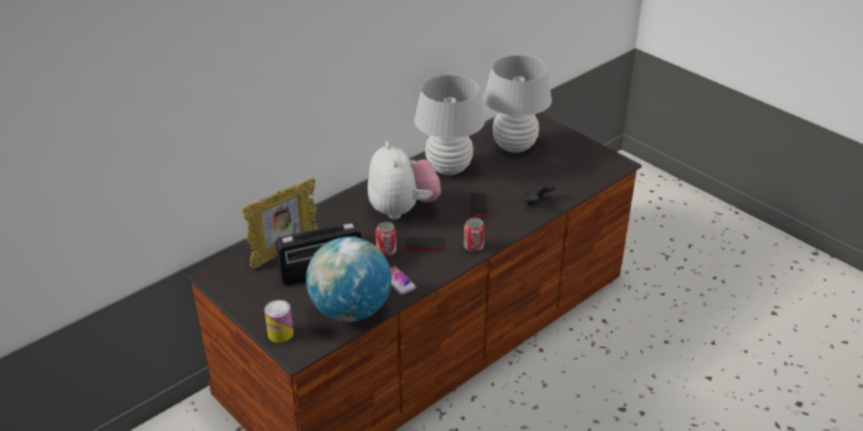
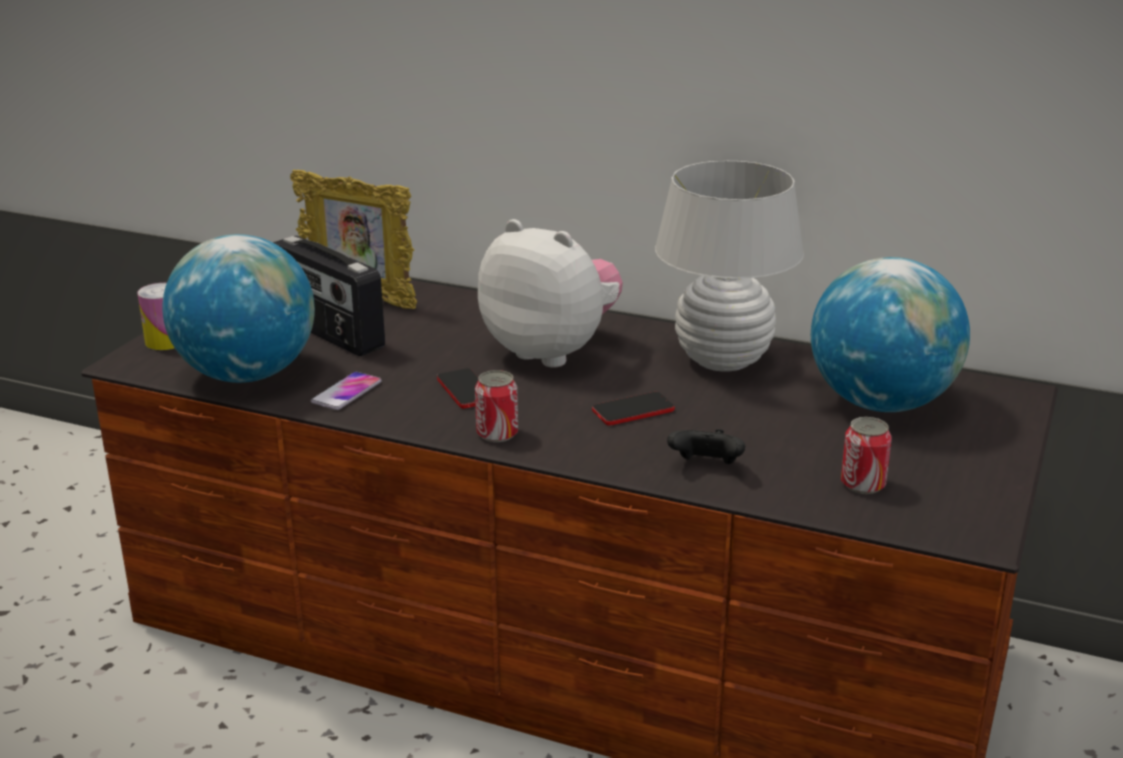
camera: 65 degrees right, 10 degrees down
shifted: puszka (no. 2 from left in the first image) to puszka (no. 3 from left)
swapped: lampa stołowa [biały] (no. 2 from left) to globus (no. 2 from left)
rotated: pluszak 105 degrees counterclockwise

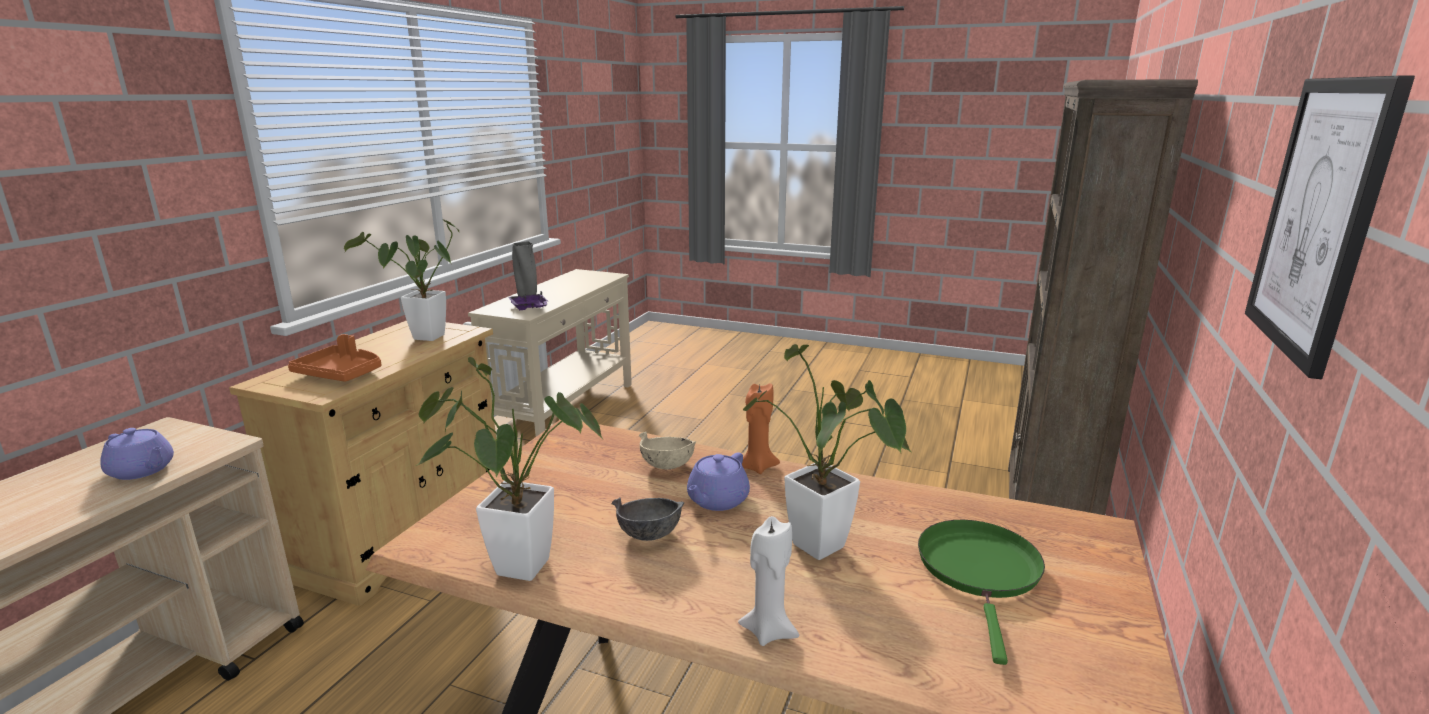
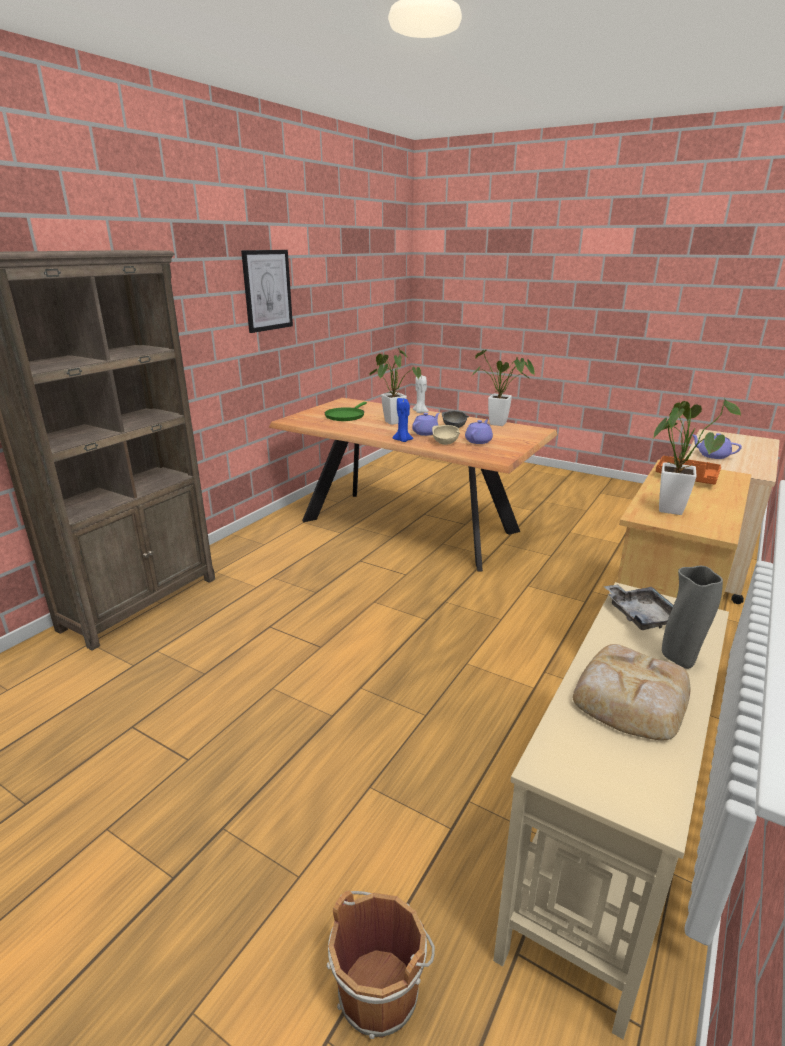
camera: 170 degrees left, 5 degrees up
new: imbryk [fioletowy] (no. 2 from left); chleb; wiadro [brązowy]
repainted: taca [fioletowy] to taca [szary]; świeca [pomarańczowy] to świeca [niebieski]

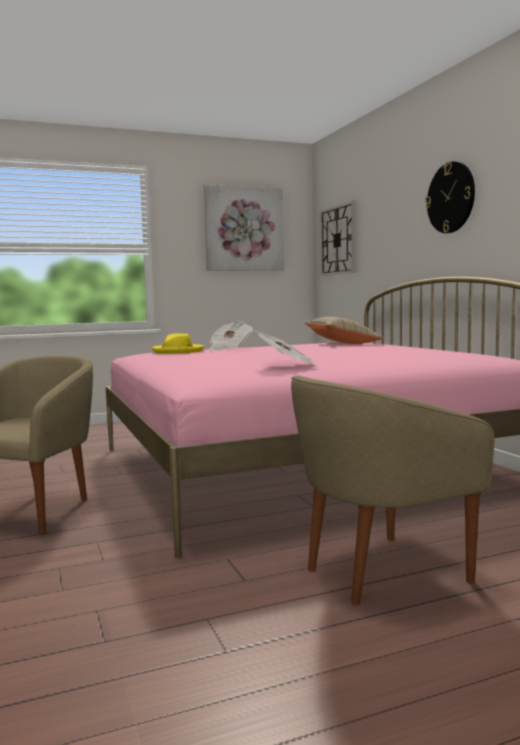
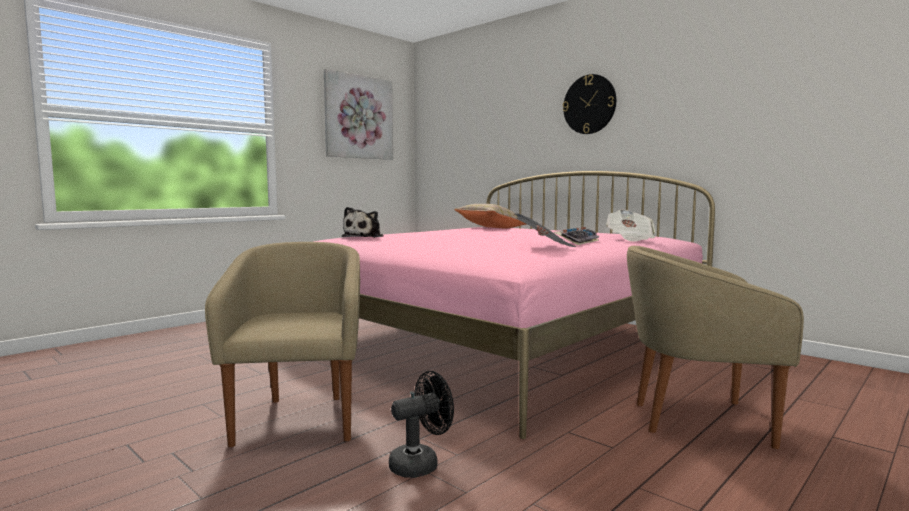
camera: 25 degrees left, 0 degrees up
gone: zegar ścienny (no. 1 from left)
new: klawiatura; wentylator [czarny]
shifted: gazeta (no. 1 from left in the first image) to gazeta (no. 2 from left)
swapped: kapelusz [żółty] to pluszak
rotated: fotel [beżowy] (no. 2 from left) 60 degrees clockwise

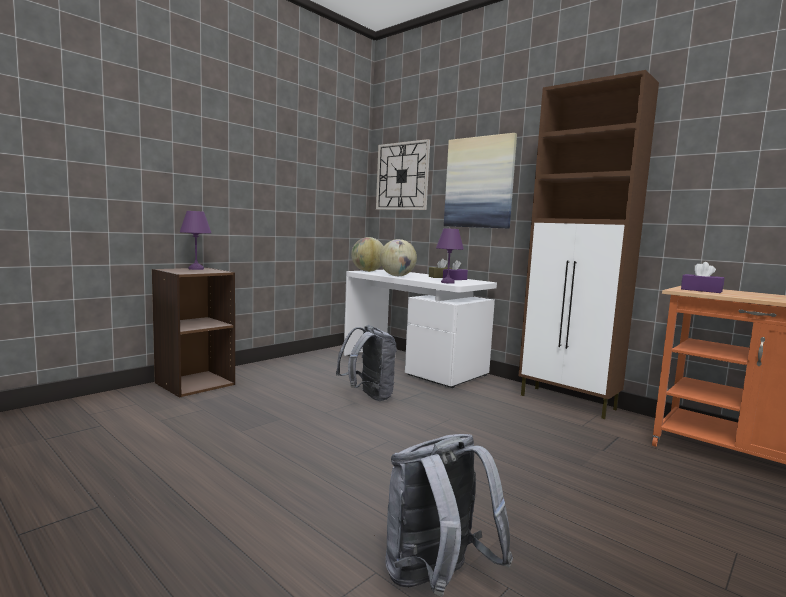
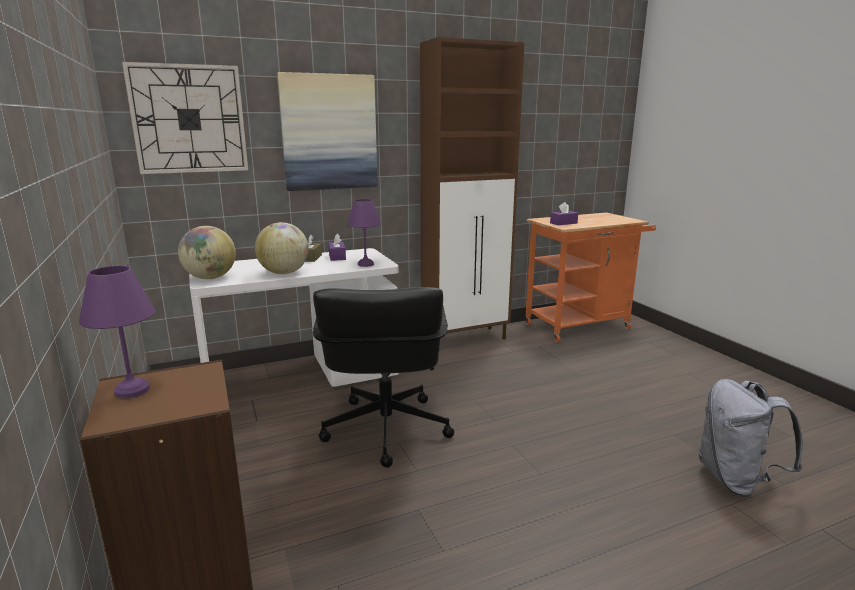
camera: 65 degrees left, 10 degrees up
swapped: plecak [szary] (no. 1 from left) to krzesło biurowe [czarny]

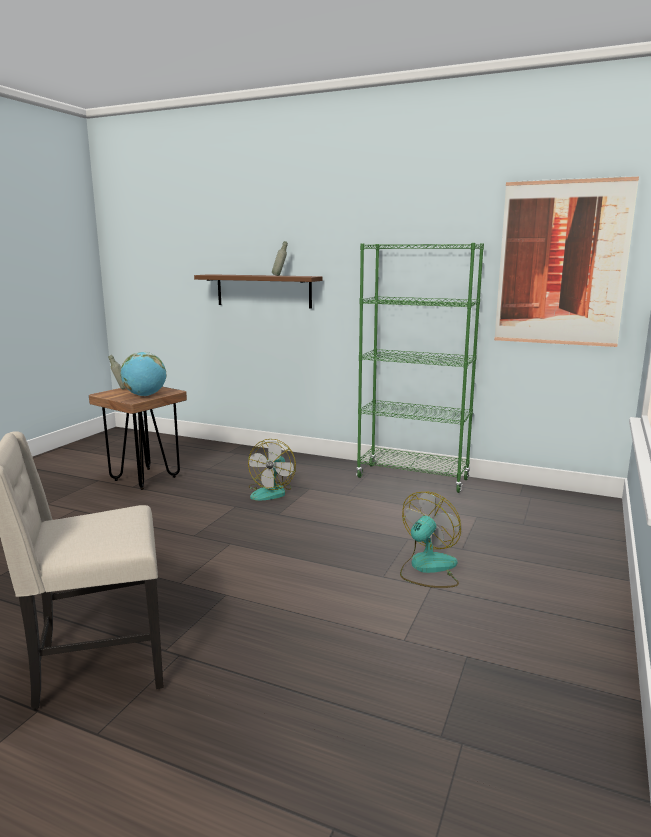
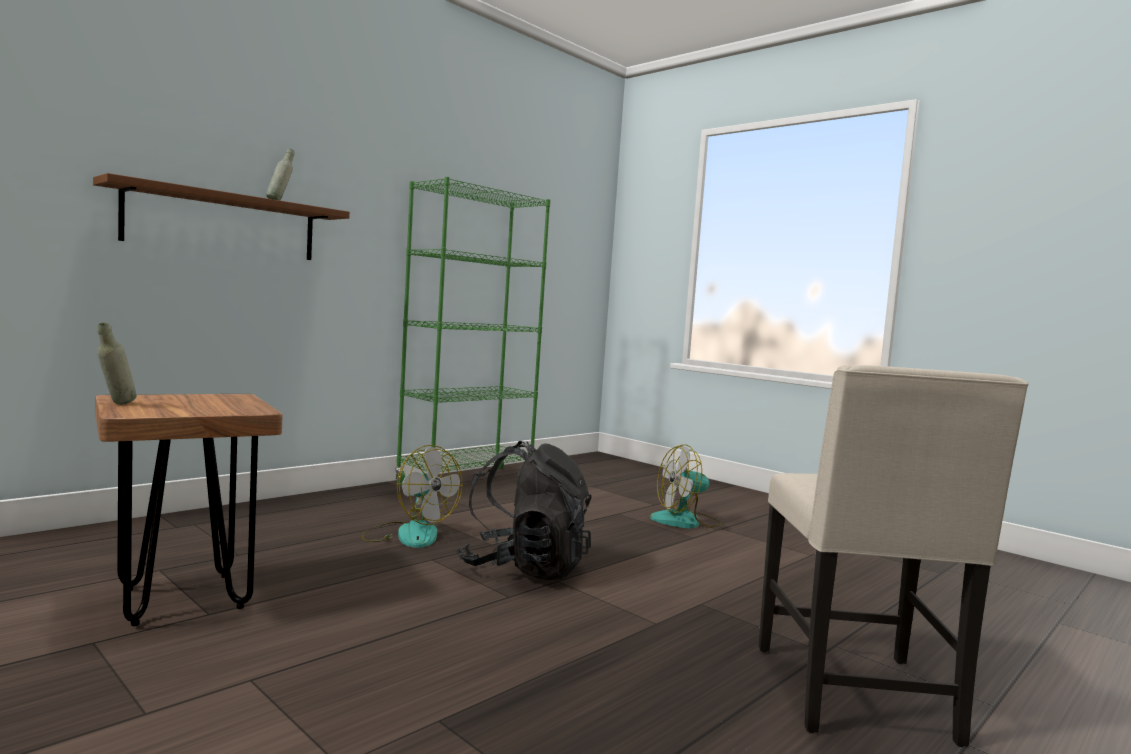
camera: 70 degrees left, 10 degrees down
gone: obraz; globus
new: plecak [czarny]
rotated: wentylator (no. 2 from left) 75 degrees counterclockwise

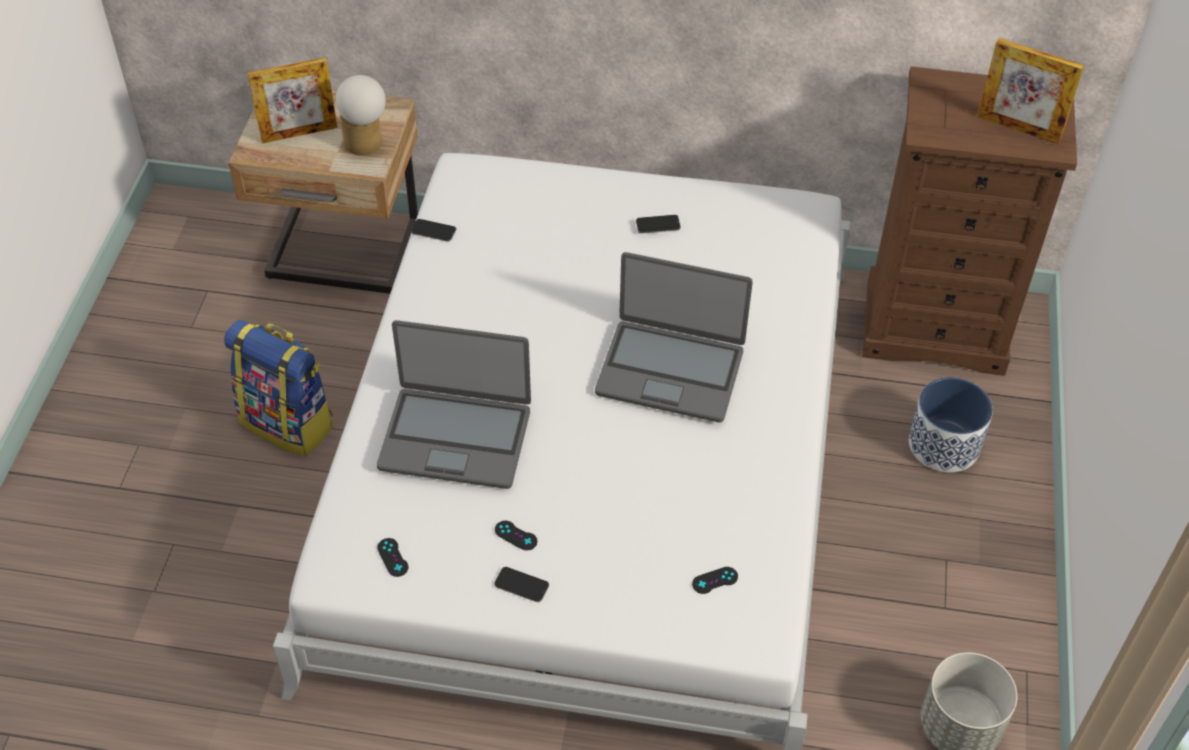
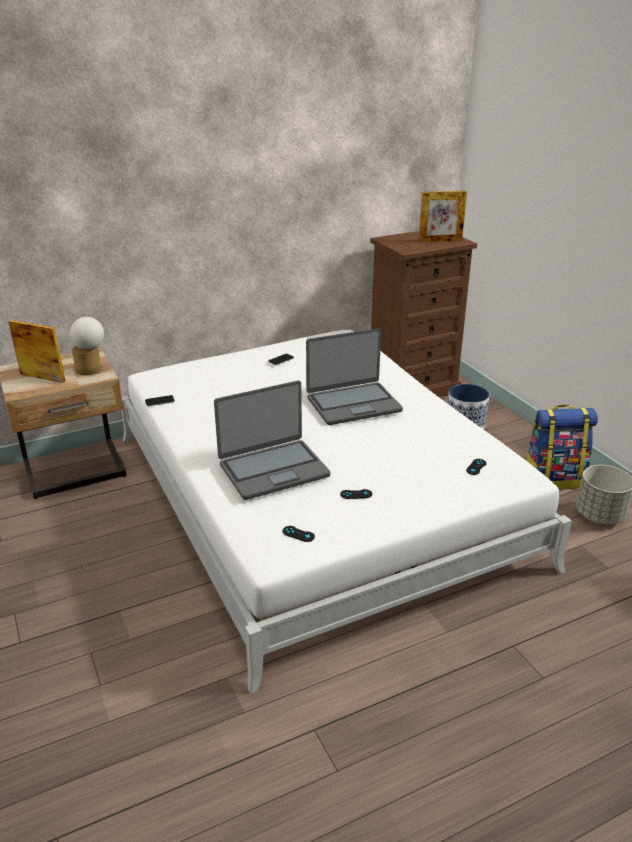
camera: 35 degrees left, 20 degrees down
gone: telefon (no. 2 from left)
shifted: plecak
rotated: ramka na zdjęcie (no. 1 from left) 105 degrees counterclockwise

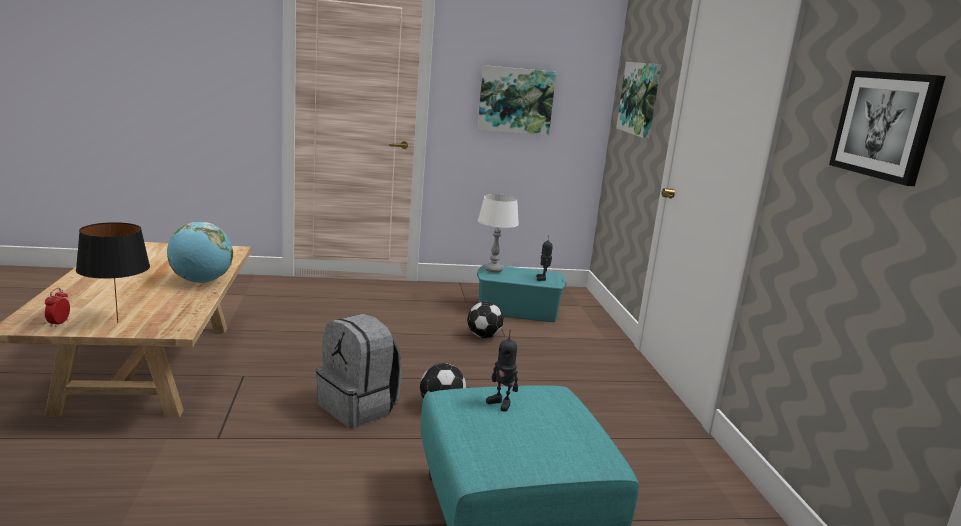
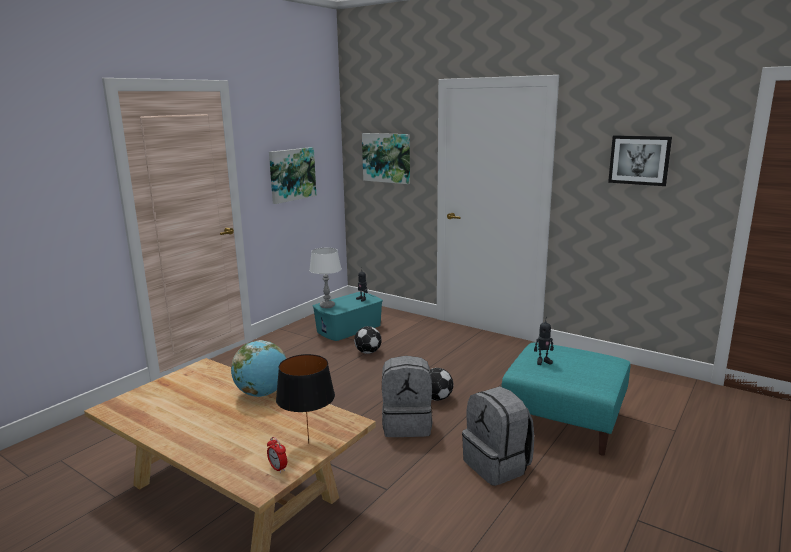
camera: 45 degrees left, 0 degrees up
new: plecak [szary] (no. 2 from left)

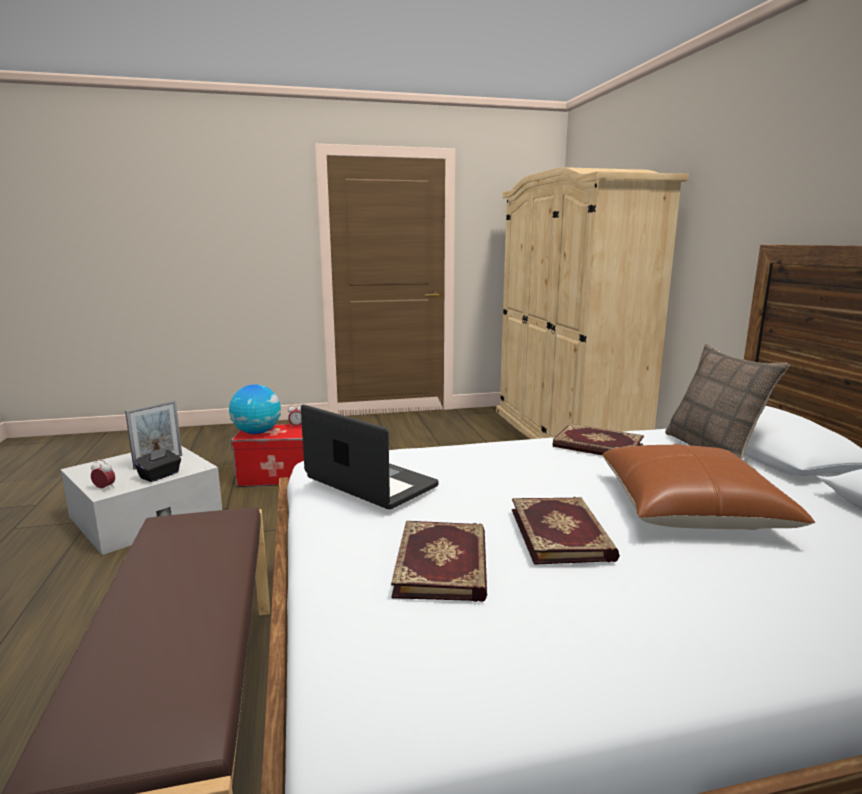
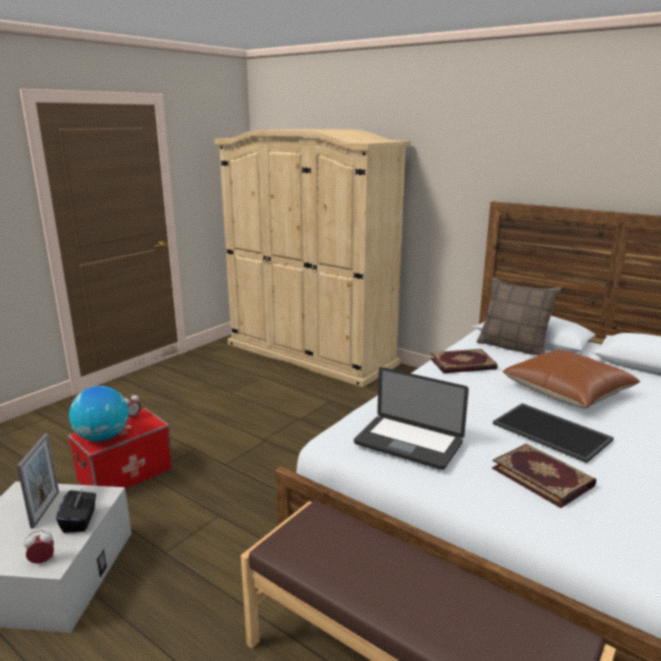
camera: 40 degrees left, 5 degrees up
swapped: książka (no. 2 from left) to taca
rotated: laptop 150 degrees counterclockwise

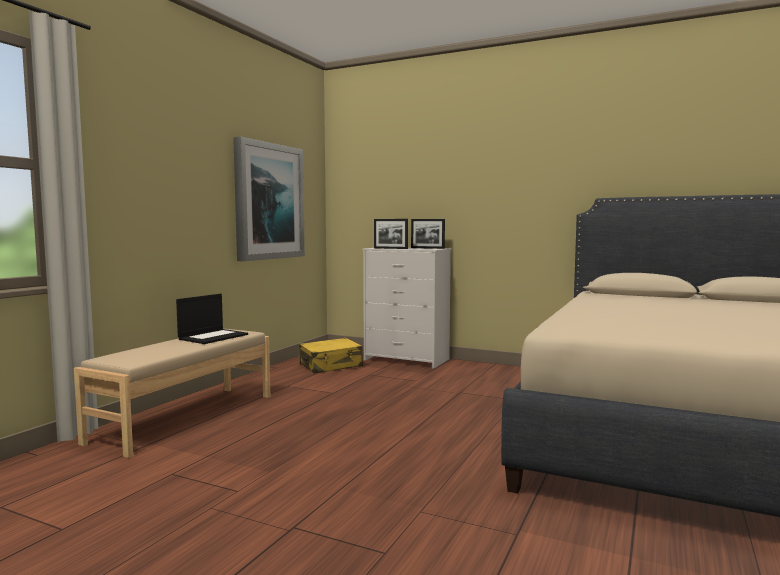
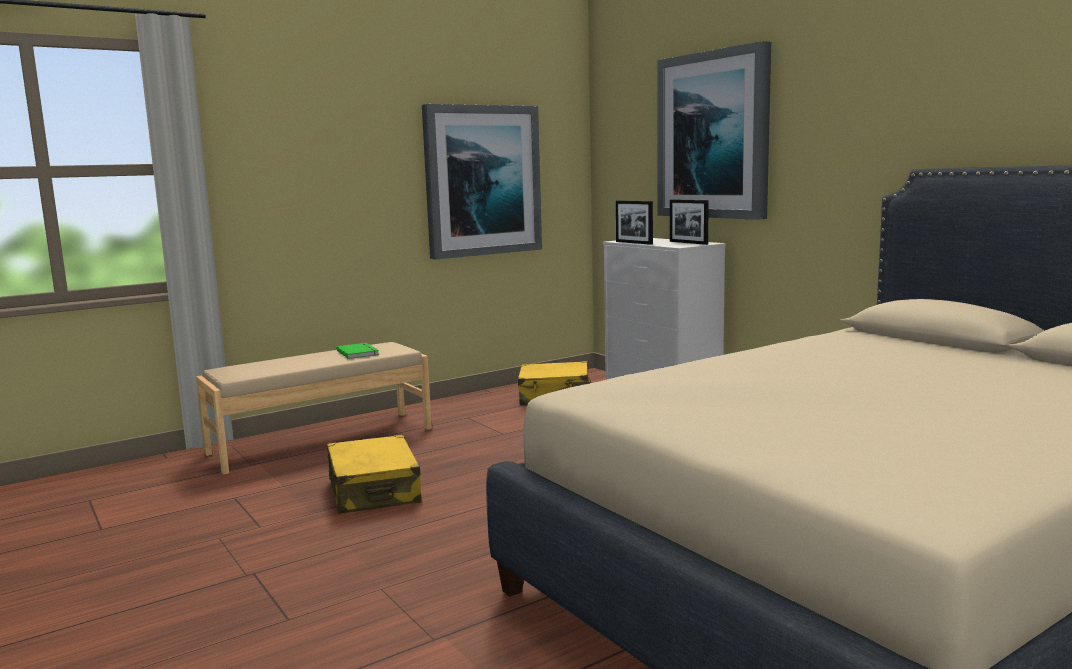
camera: 30 degrees right, 5 degrees up
new: obraz (no. 2 from left); walizka [żółty] (no. 1 from left)
swapped: laptop to książka [zielony]

